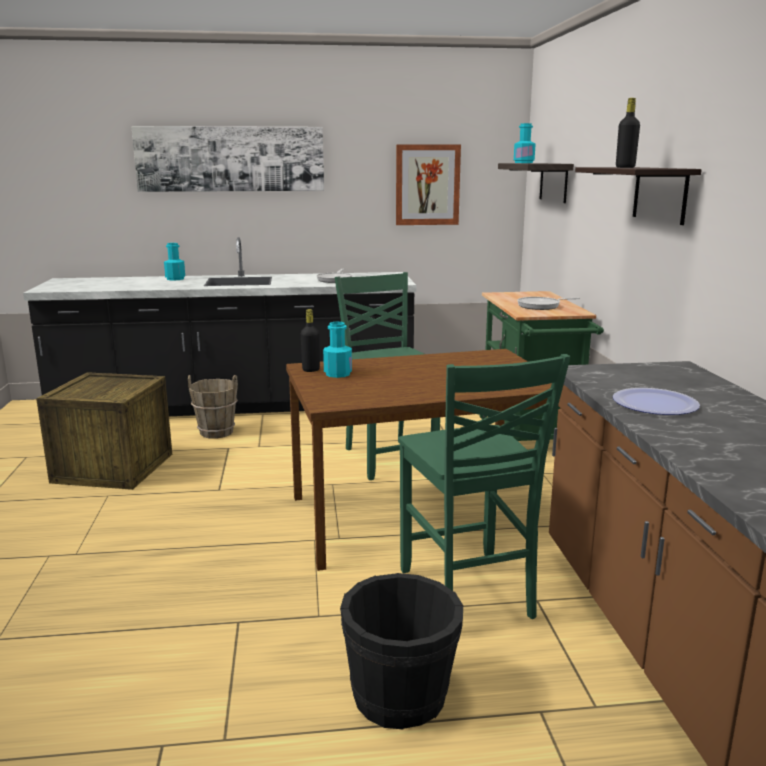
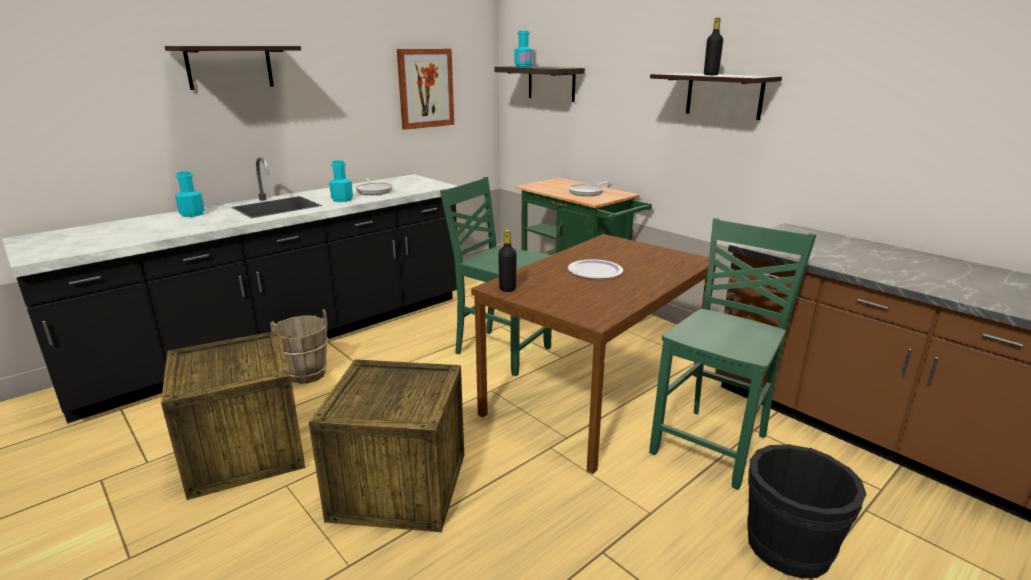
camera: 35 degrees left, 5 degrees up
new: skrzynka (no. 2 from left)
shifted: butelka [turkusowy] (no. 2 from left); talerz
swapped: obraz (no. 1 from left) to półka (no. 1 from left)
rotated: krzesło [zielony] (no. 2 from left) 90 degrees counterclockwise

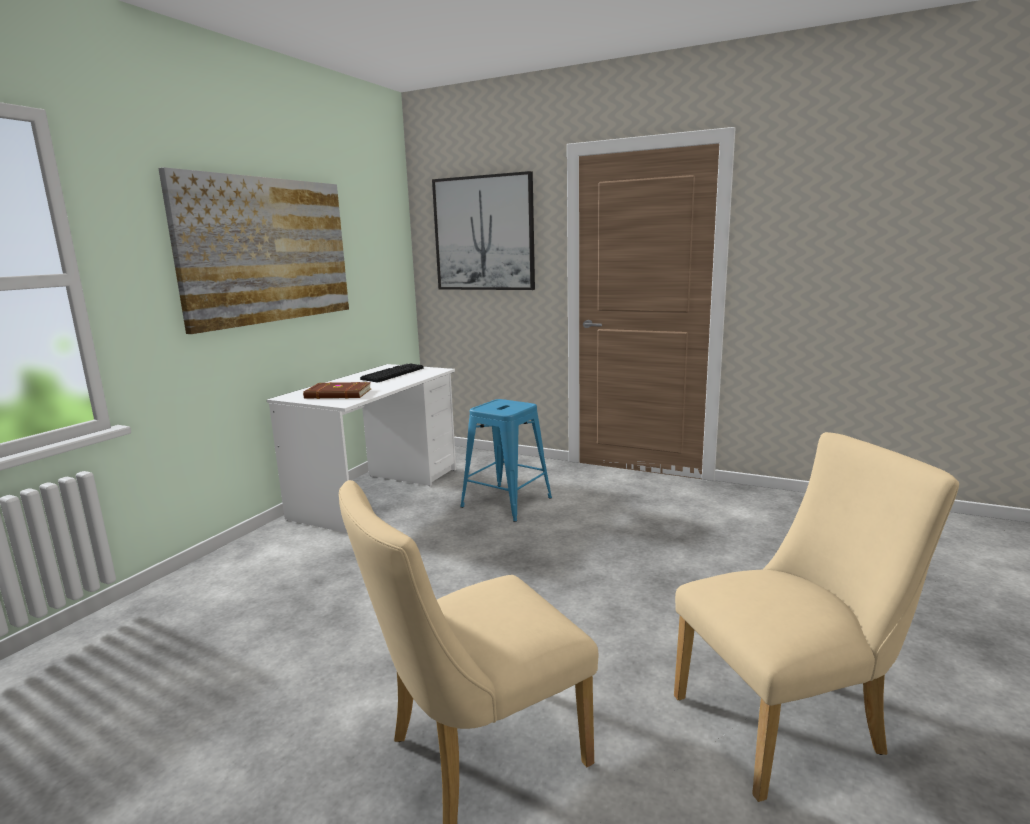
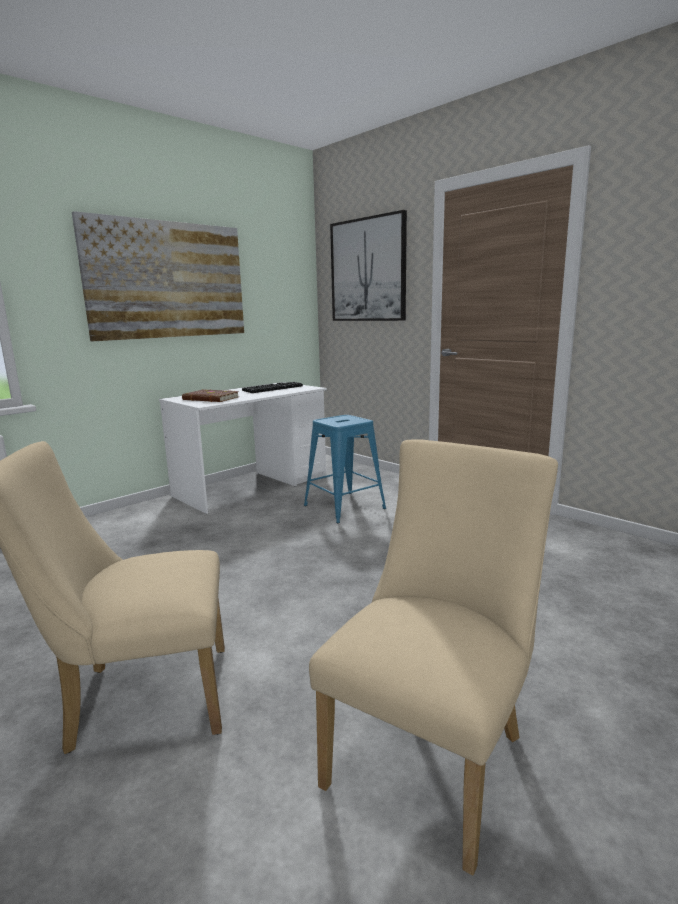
camera: 20 degrees right, 0 degrees up
rotated: krzesło [beżowy] (no. 2 from left) 60 degrees counterclockwise

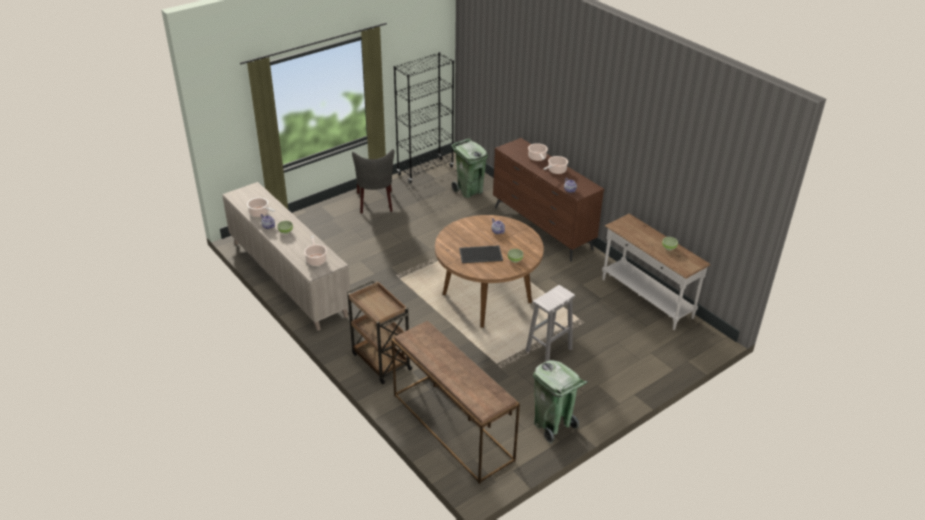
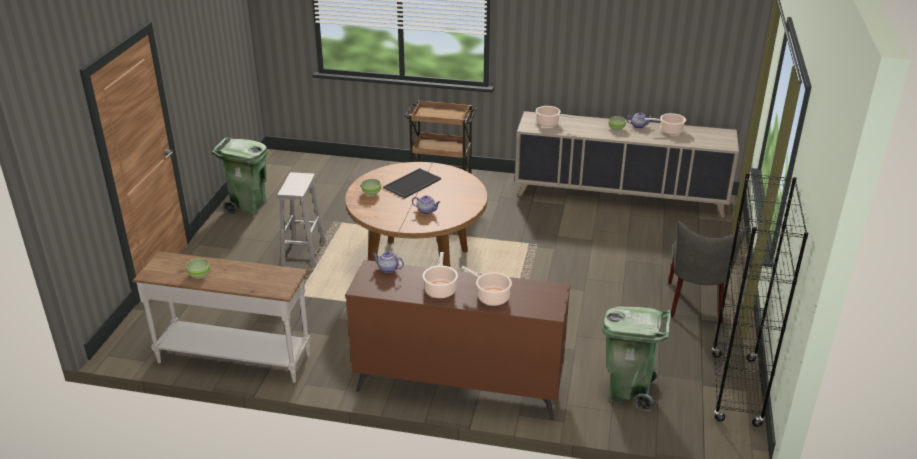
camera: 140 degrees right, 5 degrees down
gone: stolik konsolowy [brązowy]
rotated: krzesło [szary] 120 degrees counterclockwise

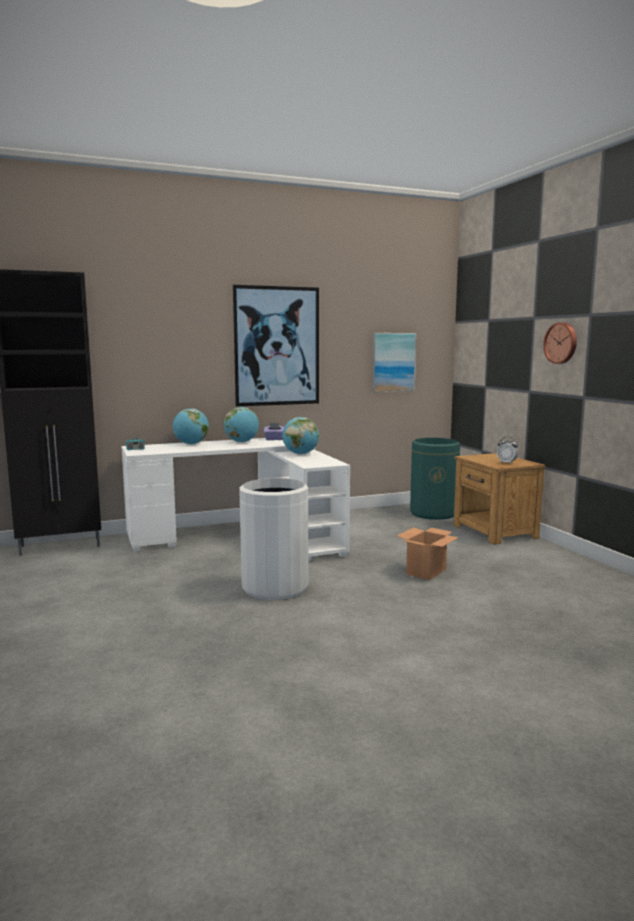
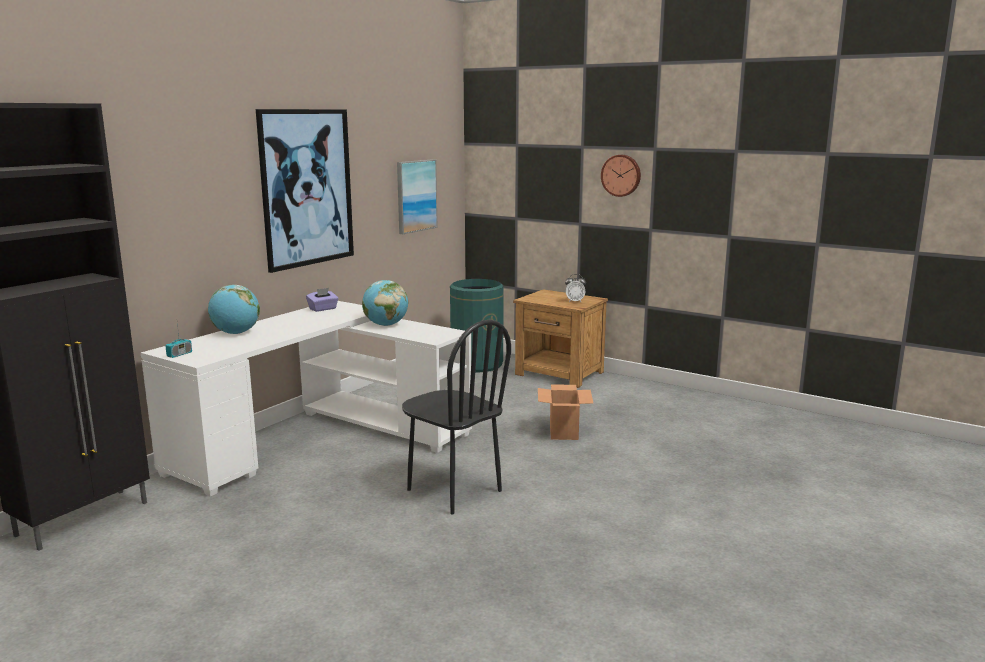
camera: 35 degrees left, 5 degrees up
gone: globus (no. 2 from left)
swapped: kosz na śmieci [biały] to krzesło [czarny]

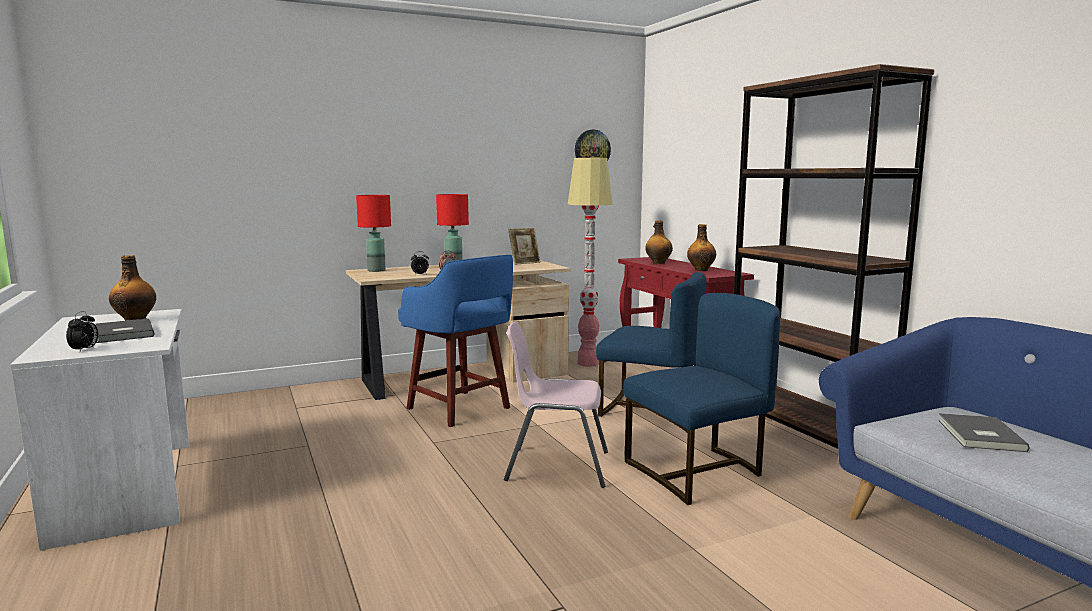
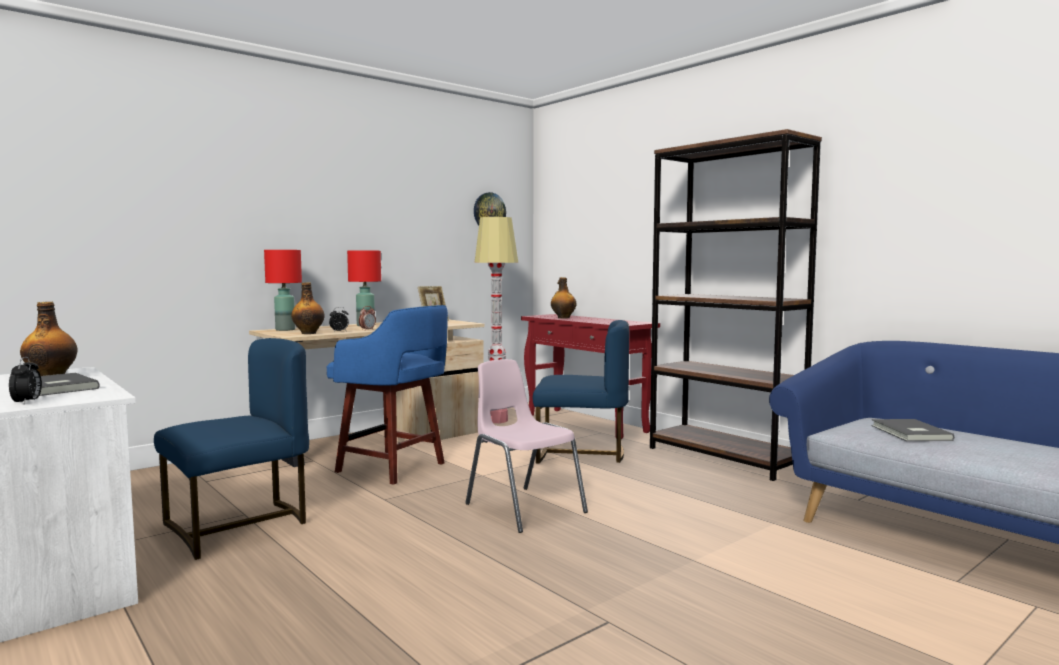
camera: 15 degrees left, 5 degrees down
shifted: butelka (no. 3 from left in the first image) to butelka (no. 2 from left); krzesło [niebieski] (no. 2 from left in the first image) to krzesło [niebieski] (no. 1 from left)
rotated: krzesło [różowy] 60 degrees clockwise

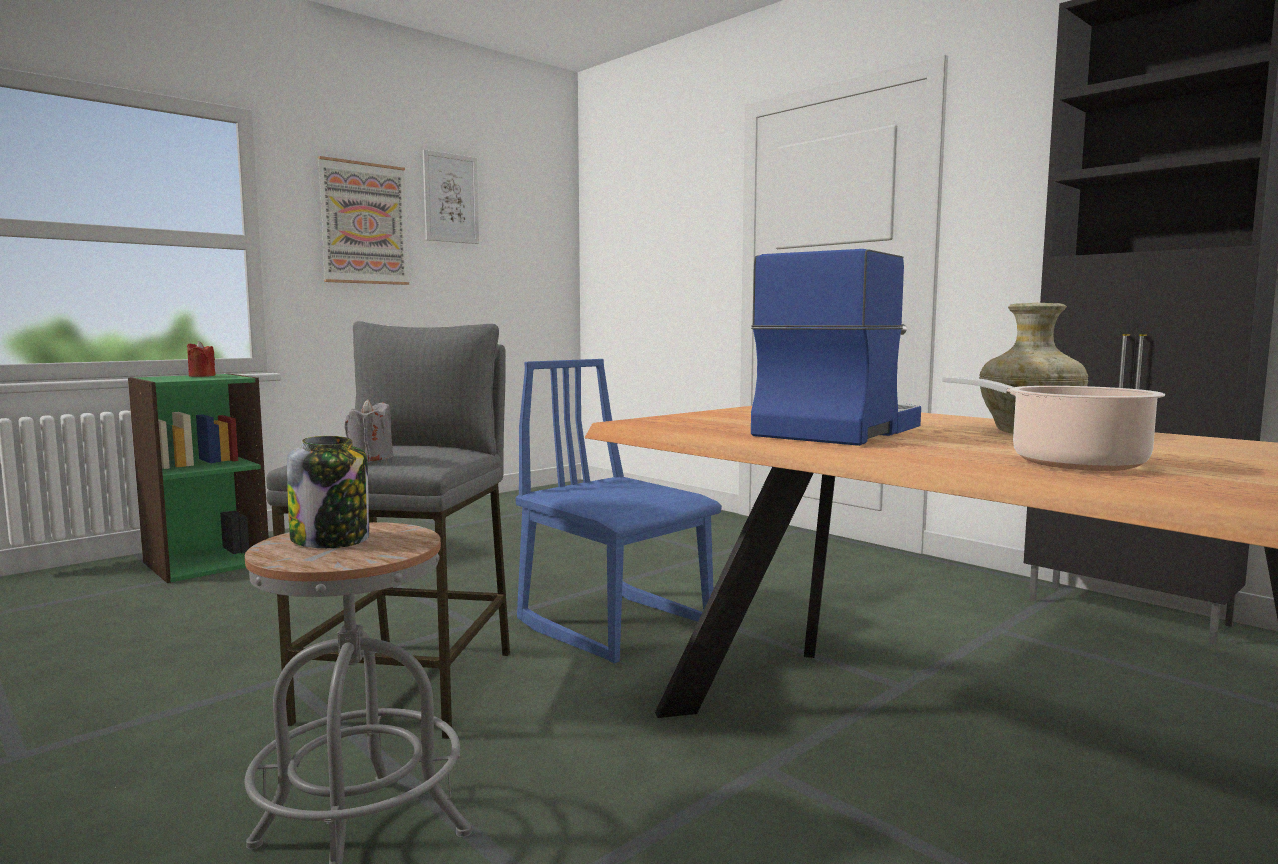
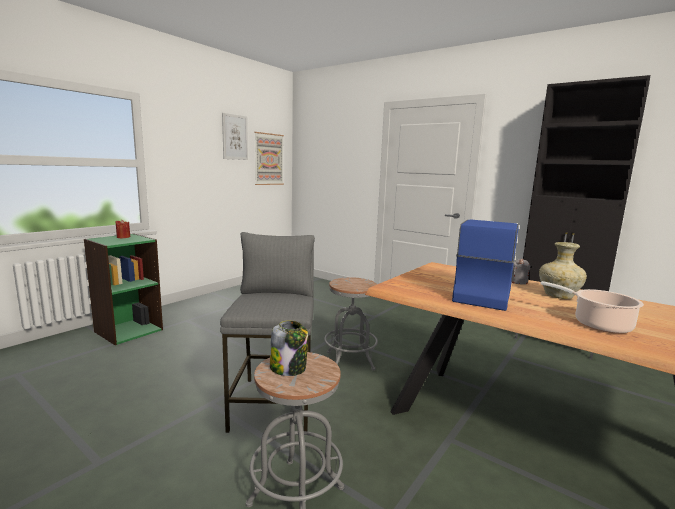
camera: 10 degrees left, 5 degrees up
shifted: obraz (no. 1 from left in the first image) to obraz (no. 2 from left); świeca [szary]
swapped: krzesło [niebieski] to stołek [szary] (no. 3 from left)

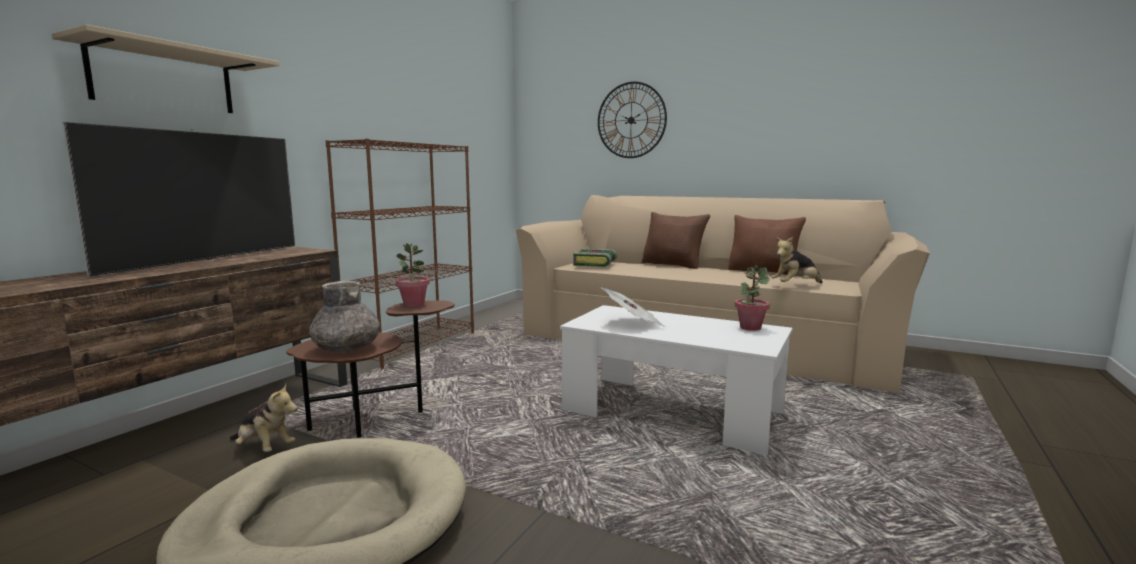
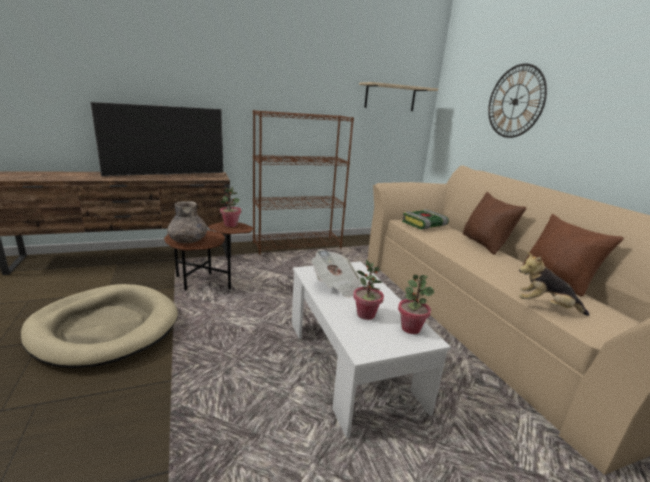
camera: 40 degrees right, 10 degrees up
gone: pluszak (no. 1 from left)
new: roślina doniczkowa (no. 2 from left)
shifted: półka [beżowy]

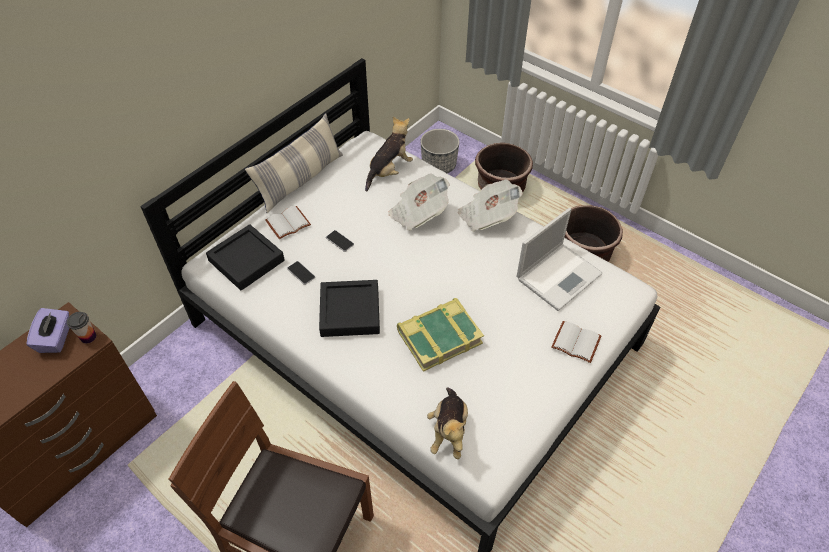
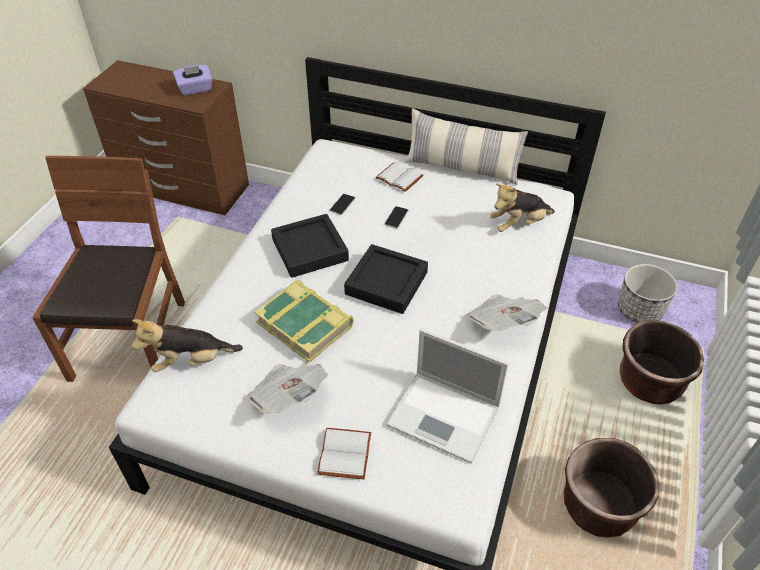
camera: 70 degrees right, 5 degrees down
gone: filiżanka
shifted: gazeta (no. 1 from left); taca [czarny] (no. 1 from left in the first image) to taca [czarny] (no. 2 from left)
rotated: pluszak (no. 1 from left in the first image) 135 degrees clockwise

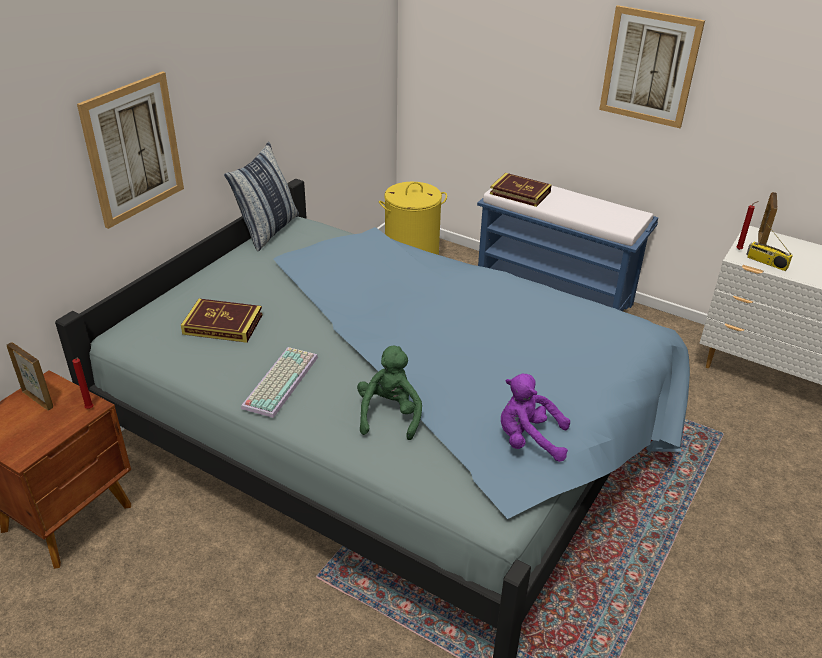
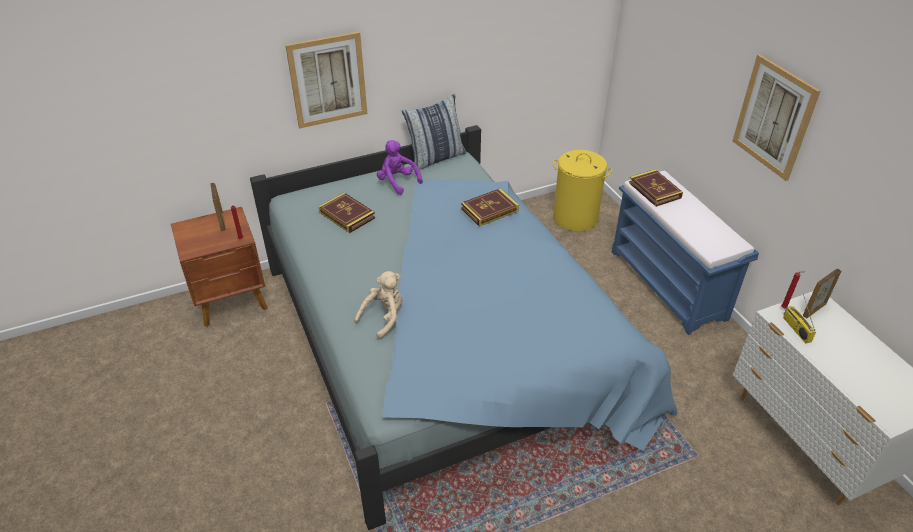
camera: 35 degrees right, 5 degrees up
gone: klawiatura
new: książka (no. 2 from left)
shifted: pluszak [fioletowy]
repainted: pluszak [zielony] to pluszak [beżowy]

